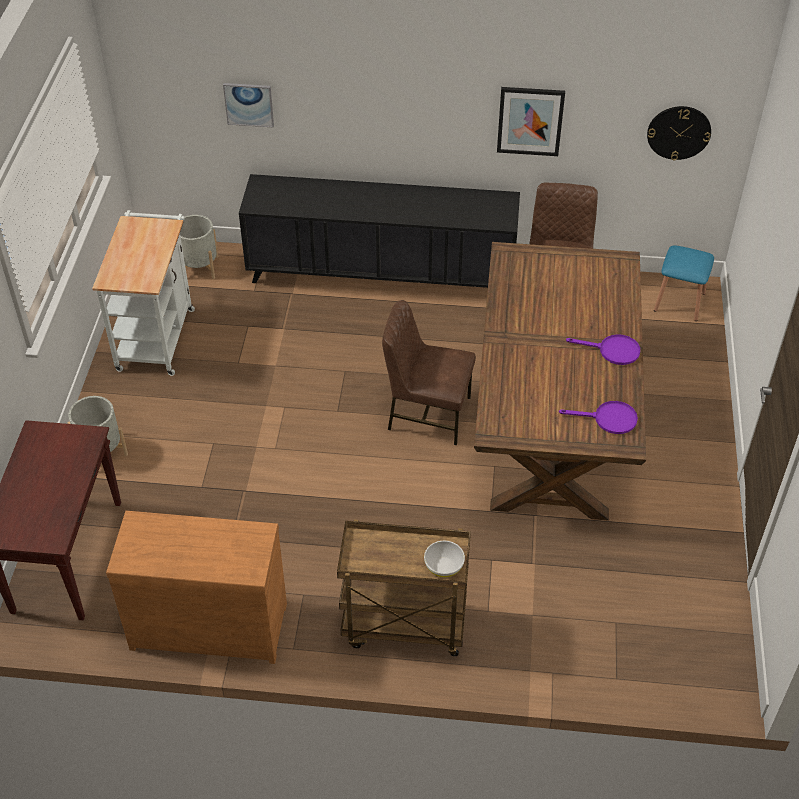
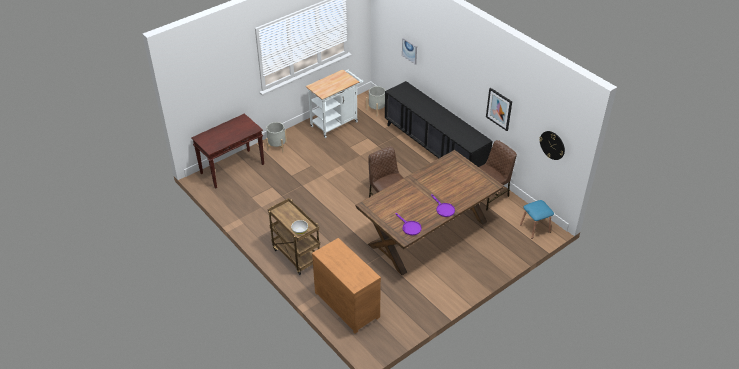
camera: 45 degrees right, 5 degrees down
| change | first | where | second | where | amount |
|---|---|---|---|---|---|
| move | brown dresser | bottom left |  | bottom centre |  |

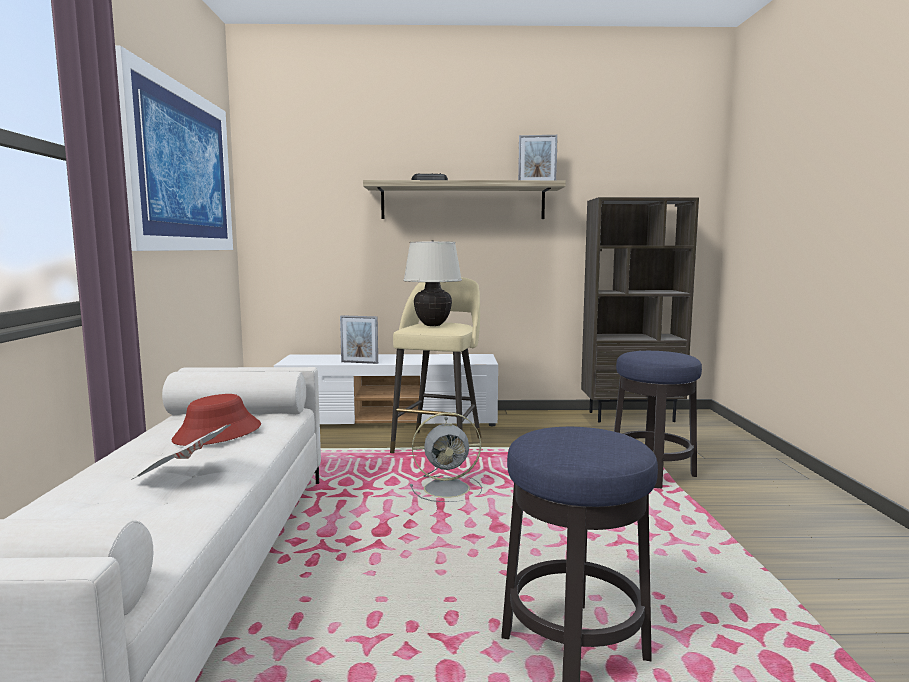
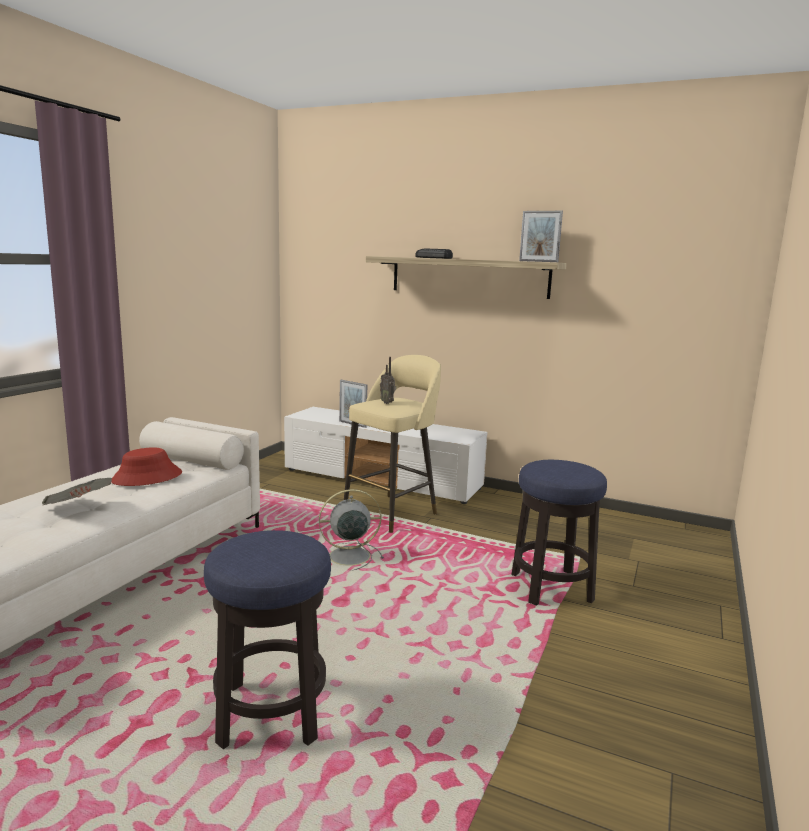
camera: 25 degrees right, 5 degrees up
| change | first | where | second | where | amount |
|---|---|---|---|---|---|
| rotate | grey fan | bottom centre |  | centre | 150 degrees clockwise |
| replace | beige table lamp | centre | radio (1st from left) | centre |  |
| delete | picture | top left |  |  |  |
| delete | brown bookcase | middle right |  |  |  |

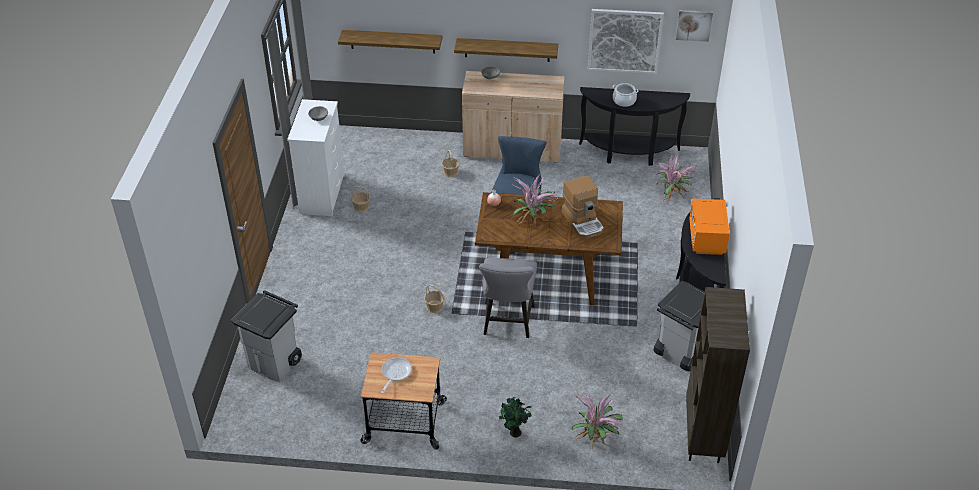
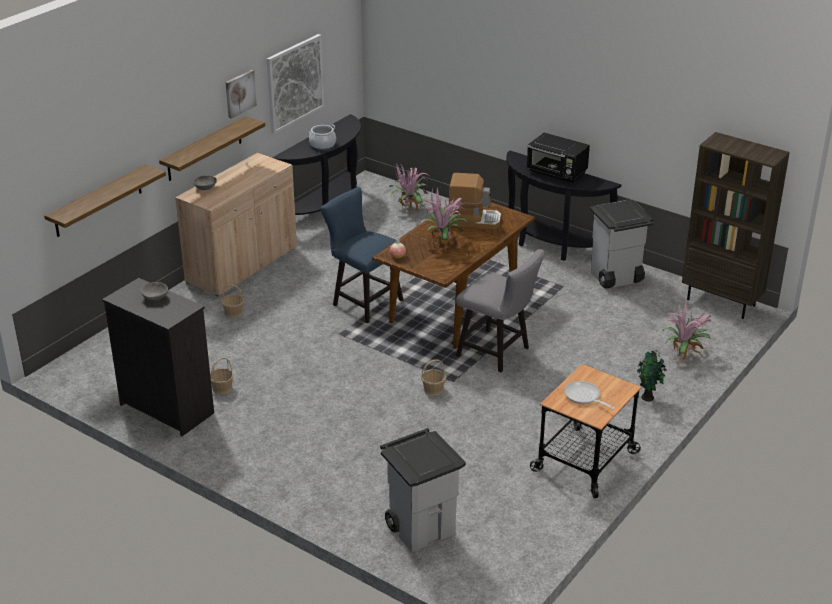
camera: 60 degrees left, 10 degrees down
| change | first | where | second | where | amount |
|---|---|---|---|---|---|
| recolor | white dresser | top left | black dresser | middle left |  |
| move | picture (2nd from left in the first image) | top right | picture (1st from left) | top left |  |
| recolor | orange microwave | middle right | black microwave | top right |  |

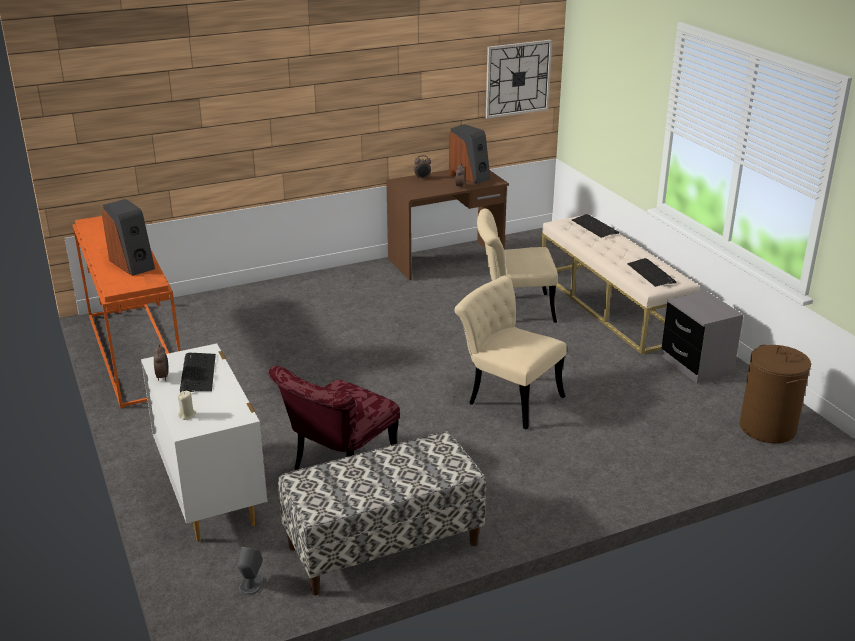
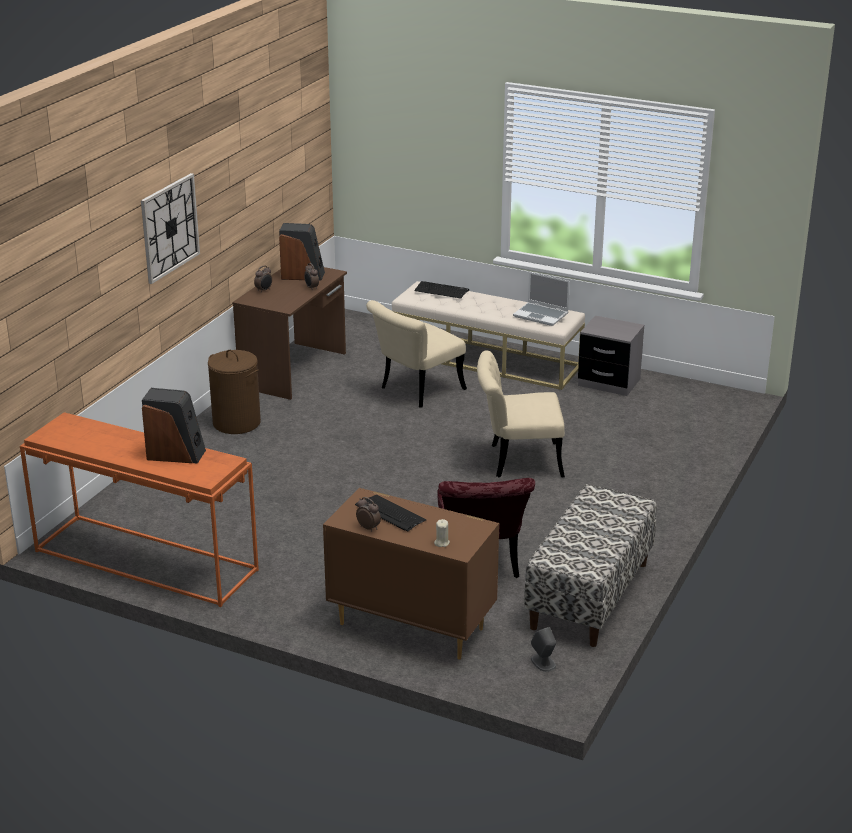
camera: 40 degrees left, 0 degrees up
| change | first | where | second | where | amount |
|---|---|---|---|---|---|
| move | wall clock | top centre |  | top left |  |
| move | brown laundry basket | middle right |  | middle left |  |
| recolor | white dresser | bottom left | brown dresser | bottom centre |  |
| replace | keyboard (3rd from left) | middle right | laptop | centre |  |

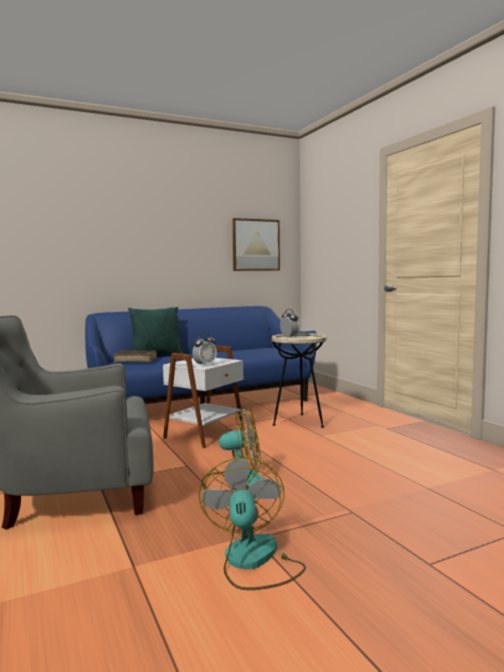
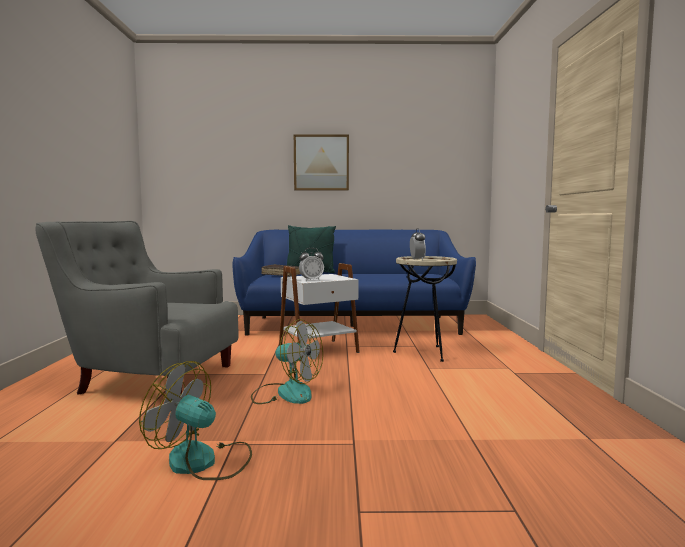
camera: 25 degrees right, 0 degrees up
| change | first | where | second | where | amount |
|---|---|---|---|---|---|
| rotate | fan (2nd from left in the first image) | bottom centre | fan (1st from left) | bottom left | 90 degrees counterclockwise |
| move | picture | centre |  | top centre |  |

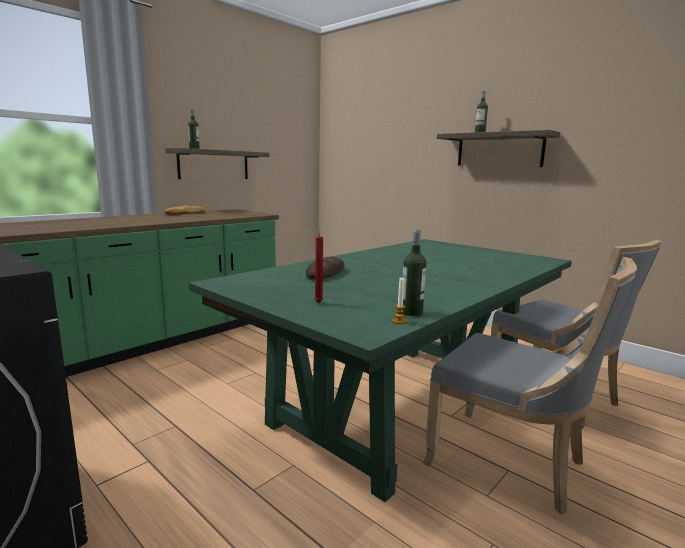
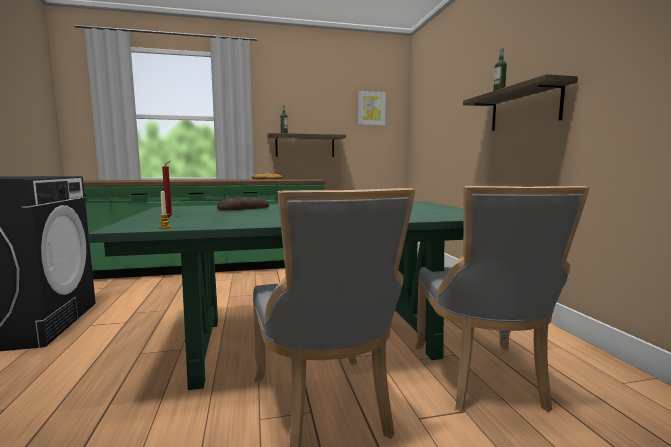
camera: 35 degrees right, 5 degrees down
| change | first | where | second | where | amount |
|---|---|---|---|---|---|
| insert |  |  | picture | top centre |  |
| delete | bottle (2nd from left) | centre |  |  |  |

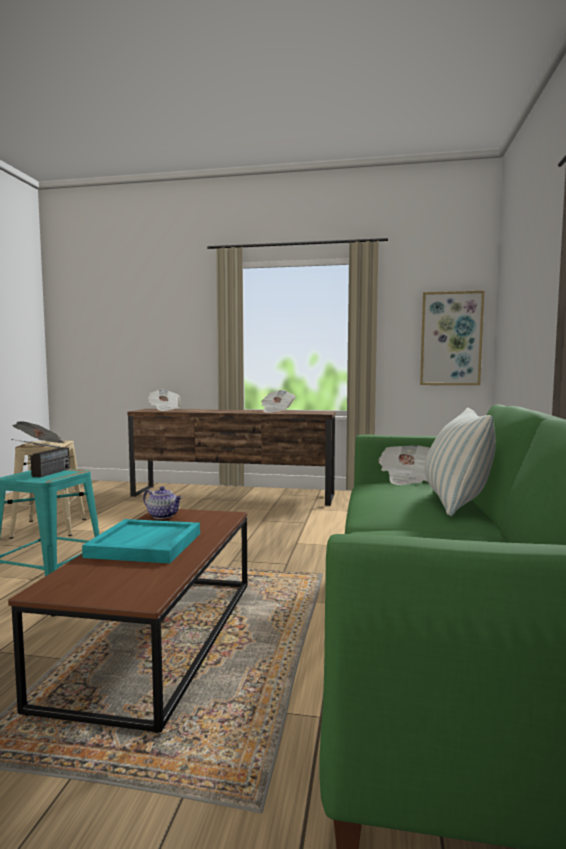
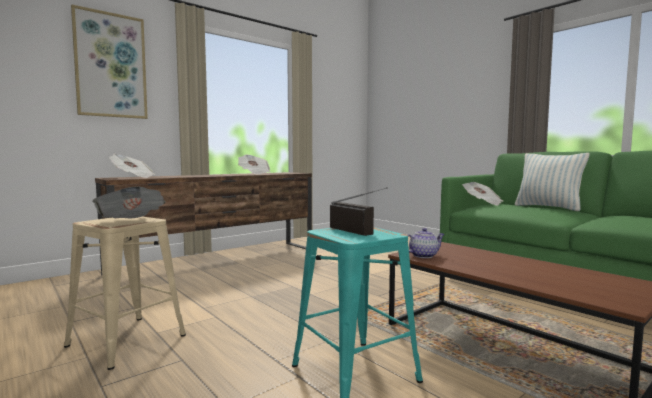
camera: 50 degrees left, 0 degrees up
| change | first | where | second | where | amount |
|---|---|---|---|---|---|
| move | picture | middle right |  | top left |  |
| delete | turquoise tray | middle left |  |  |  |

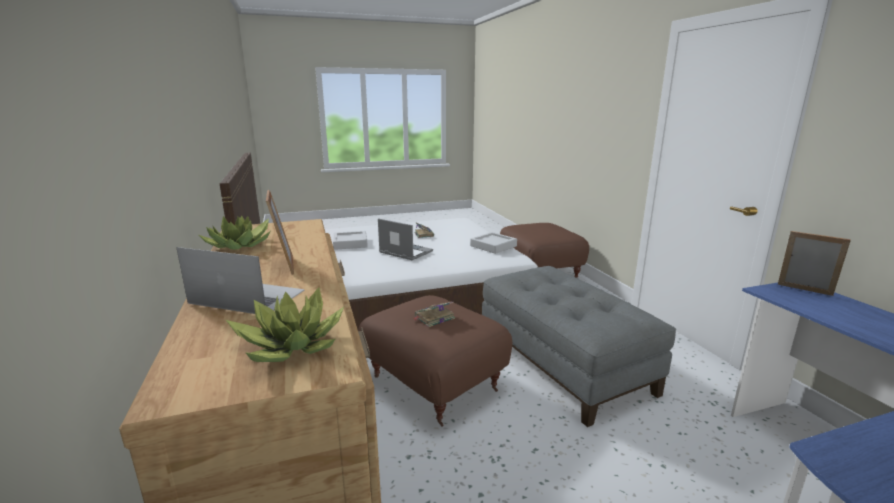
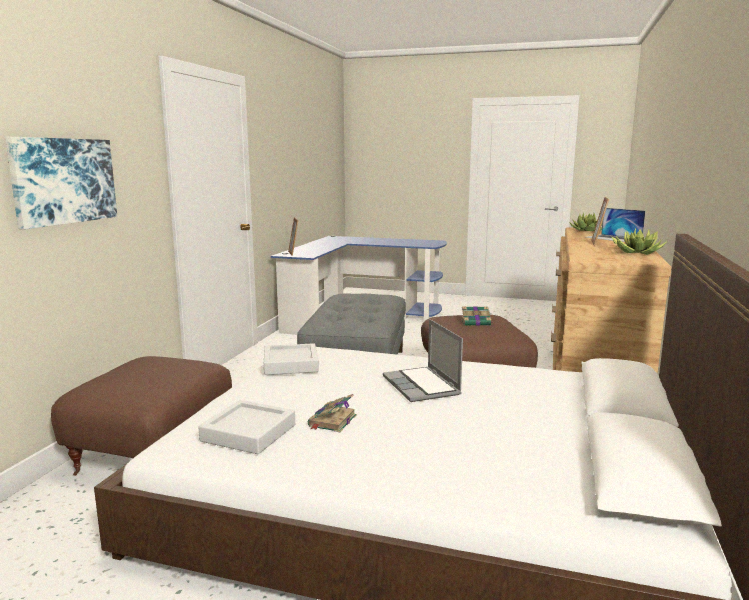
camera: 145 degrees left, 5 degrees down
| change | first | where | second | where | amount |
|---|---|---|---|---|---|
| insert |  |  | picture | top left |  |
| move | grey tray (1st from left) | centre |  | bottom left |  |

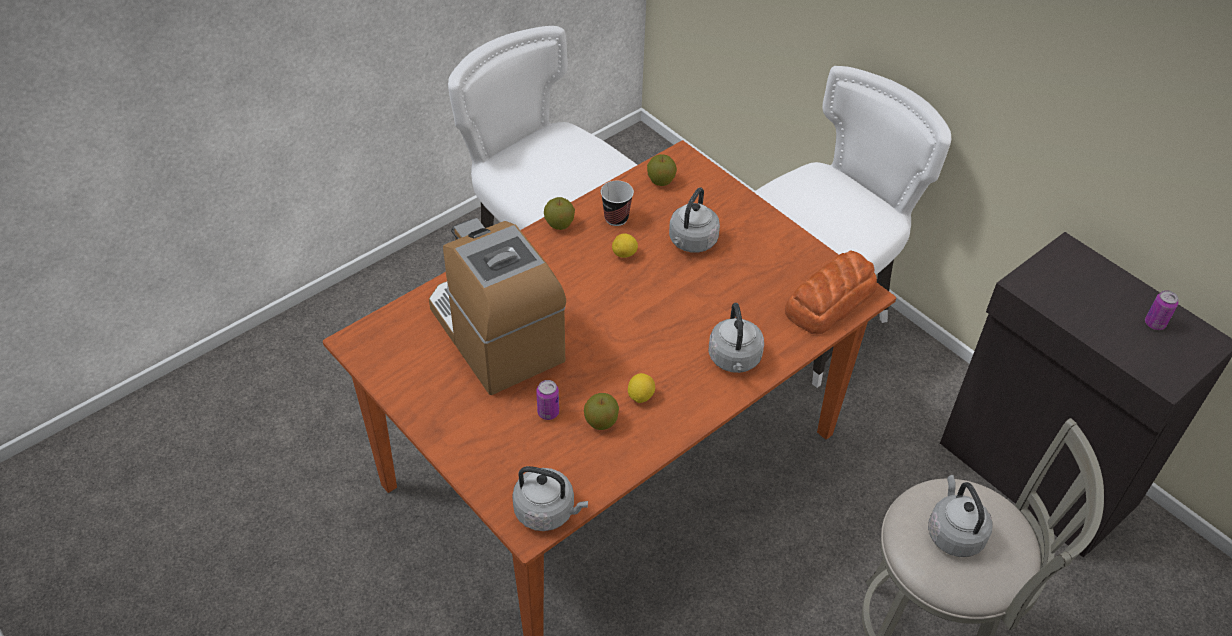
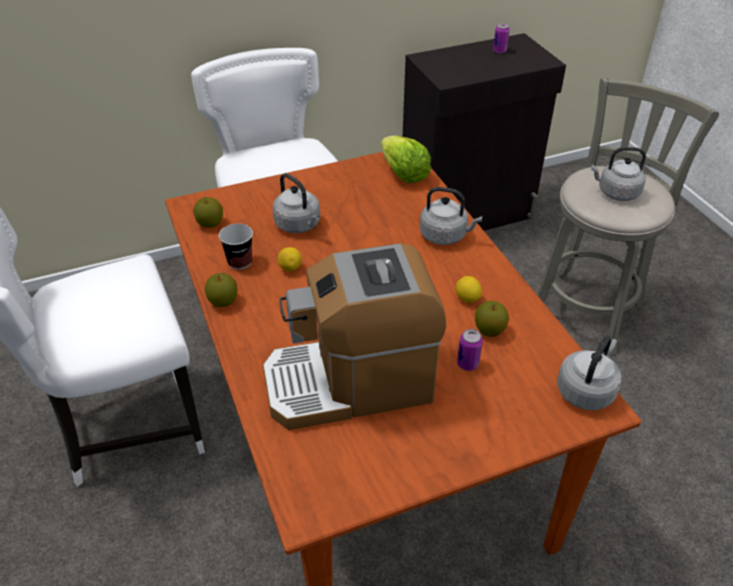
camera: 70 degrees left, 5 degrees down
| change | first | where | second | where | amount |
|---|---|---|---|---|---|
| replace | bread | middle right | lettuce | top centre |  |

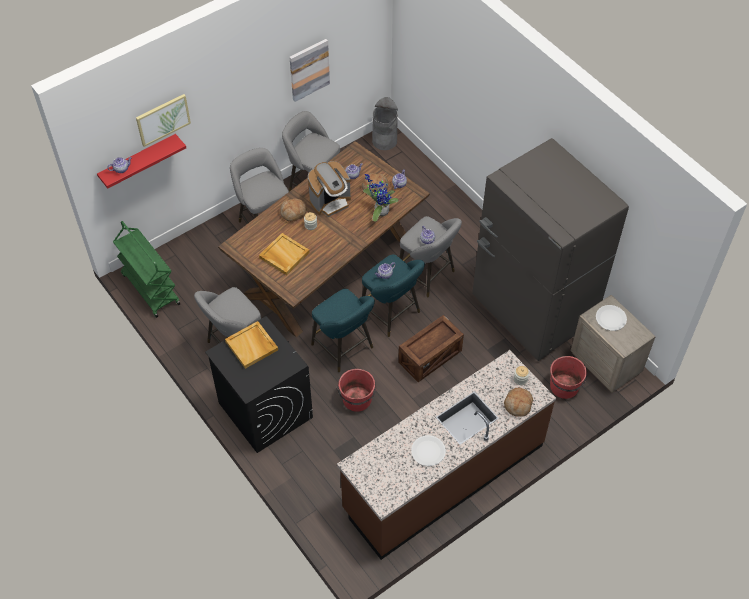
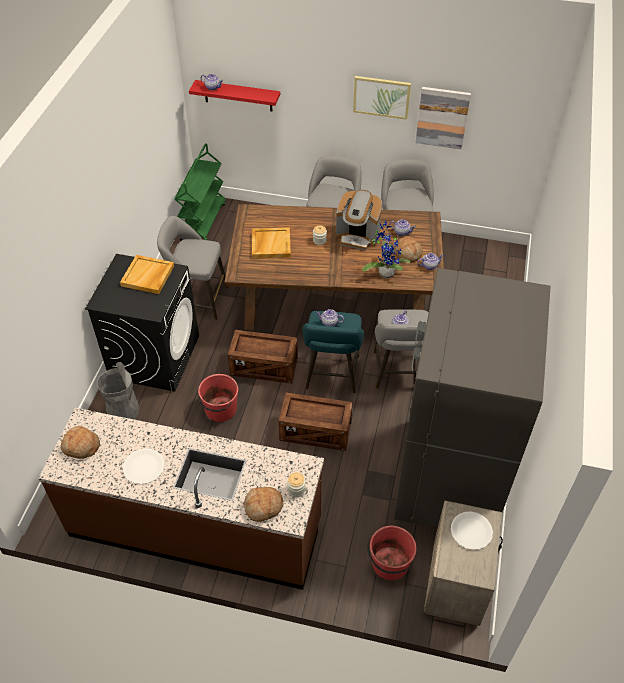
camera: 50 degrees right, 5 degrees down
| change | first | where | second | where | amount |
|---|---|---|---|---|---|
| move | bread (1st from left) | centre |  | middle left |  |
| move | grey trash can | top centre |  | middle left |  |
| replace | turquoise stool (1st from left) | centre | crate (1st from left) | centre |  |
| move | picture (1st from left) | top left |  | top centre |  |

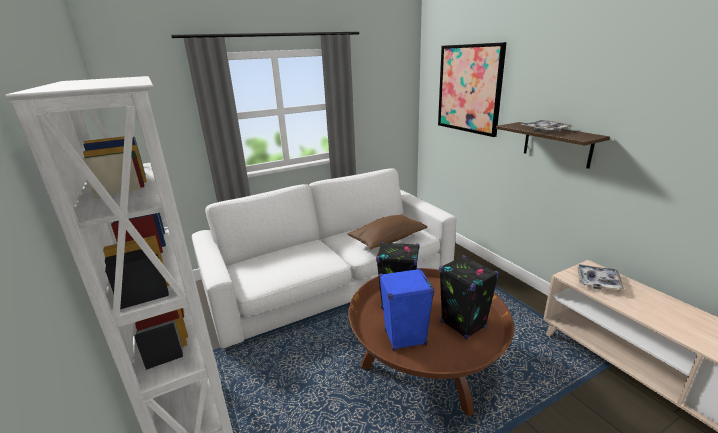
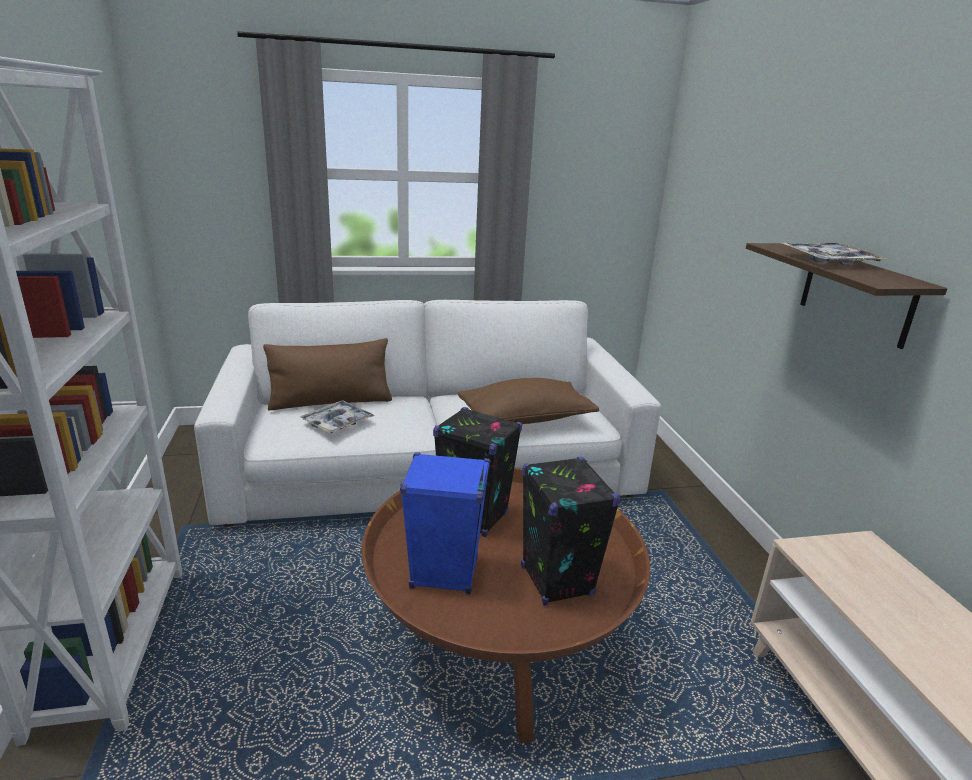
camera: 15 degrees right, 0 degrees up
| change | first | where | second | where | amount |
|---|---|---|---|---|---|
| insert |  |  | brown pillow (1st from left) | centre |  |
| move | tray (2nd from left in the first image) | middle right | tray (1st from left) | centre |  |
| delete | picture | top centre |  |  |  |

